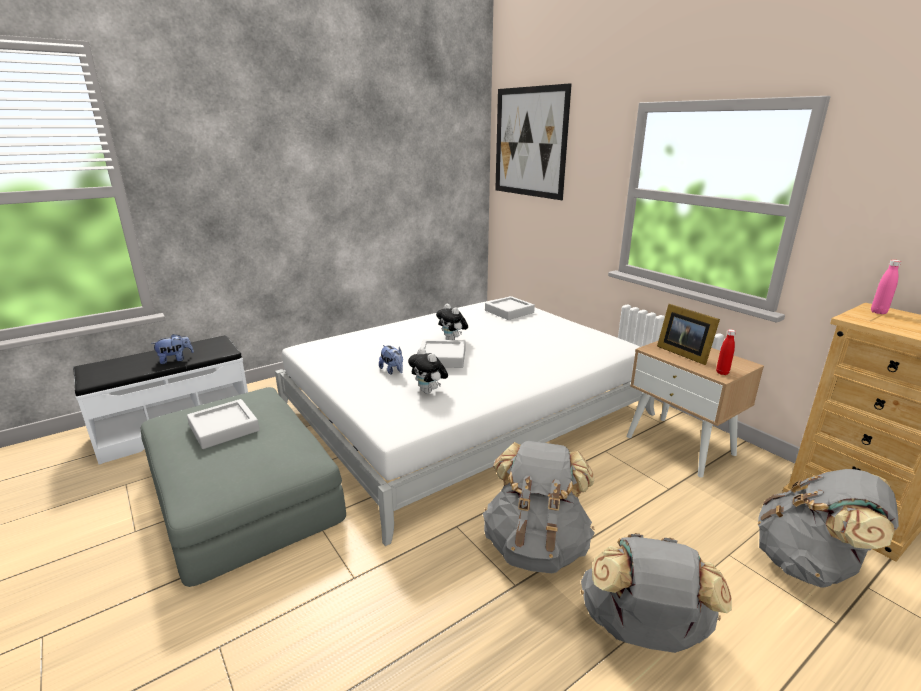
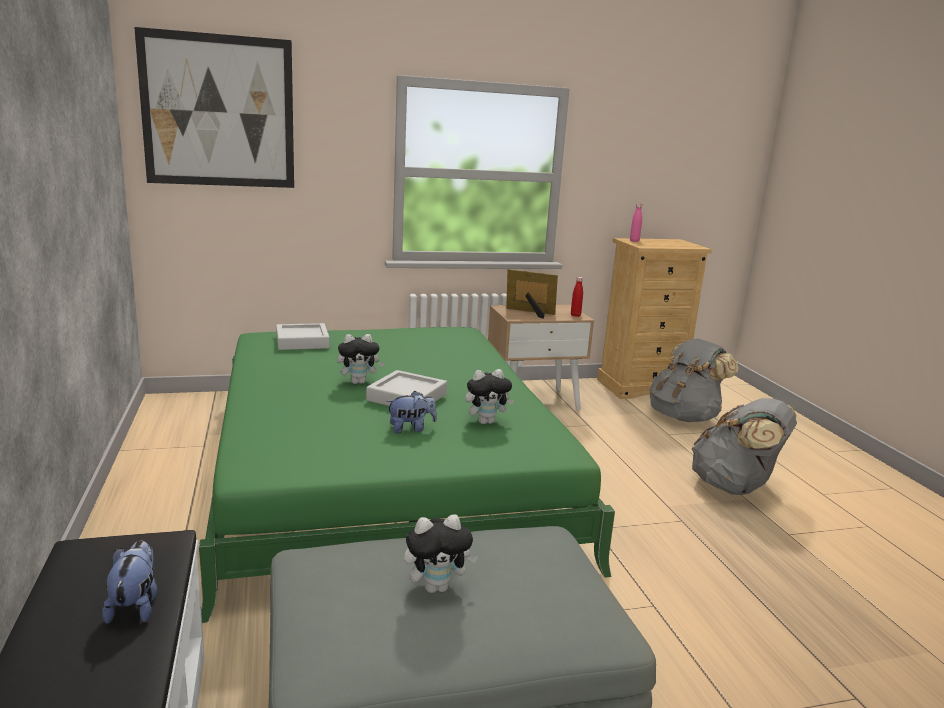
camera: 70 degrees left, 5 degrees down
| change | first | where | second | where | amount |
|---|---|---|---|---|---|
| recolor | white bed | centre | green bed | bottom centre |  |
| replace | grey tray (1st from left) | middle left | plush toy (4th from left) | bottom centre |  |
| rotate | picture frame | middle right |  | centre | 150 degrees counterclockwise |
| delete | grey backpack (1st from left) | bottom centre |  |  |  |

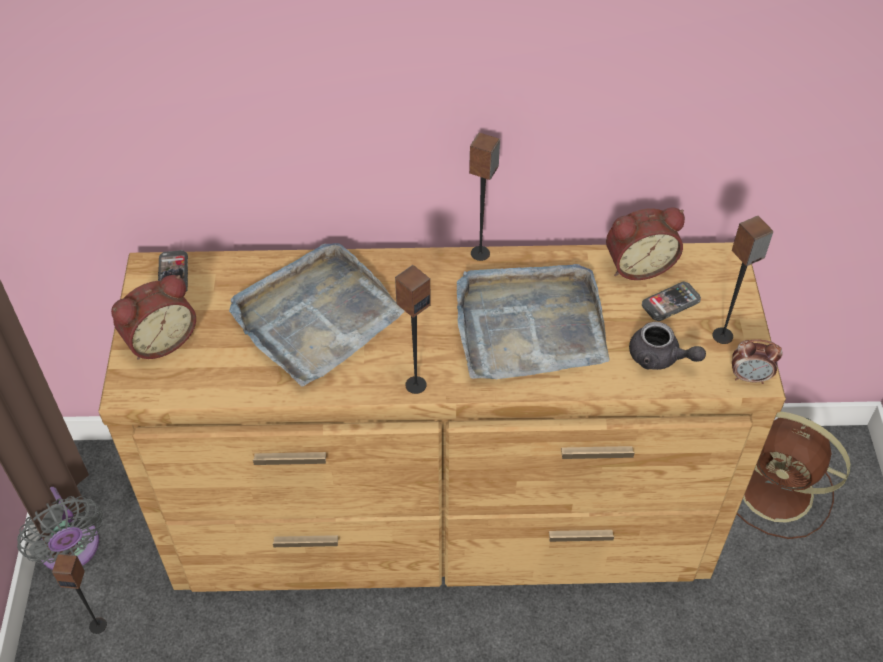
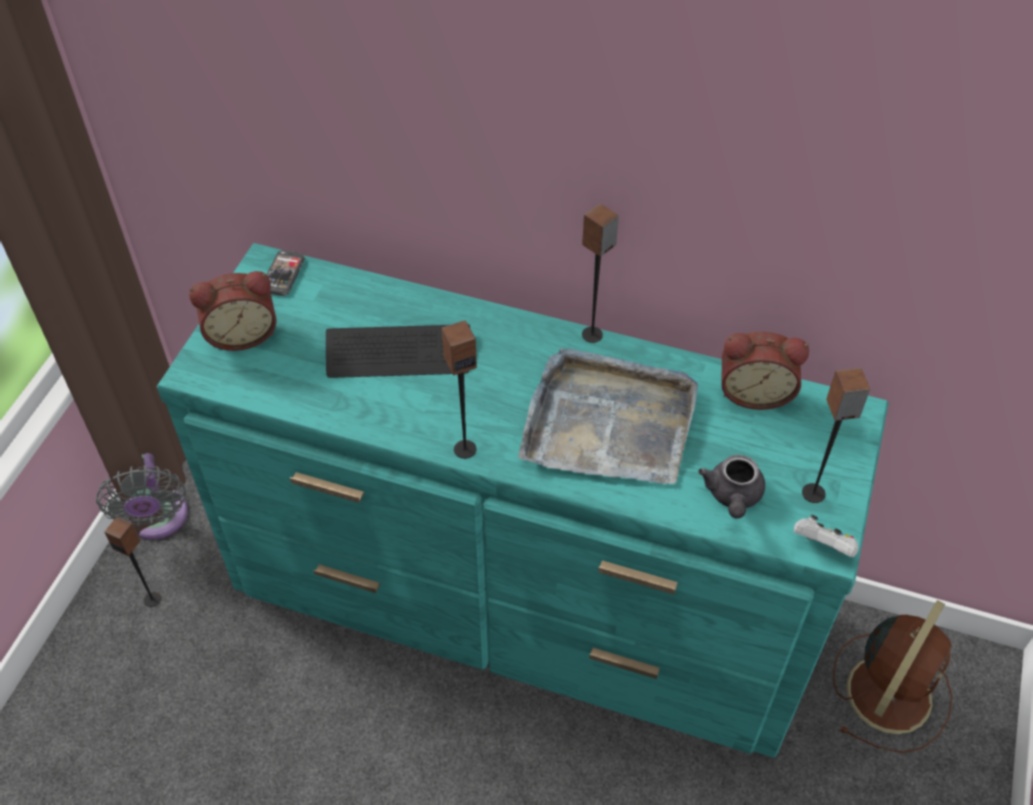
camera: 20 degrees right, 0 degrees up
| change | first | where | second | where | amount |
|---|---|---|---|---|---|
| recolor | brown dresser | centre | turquoise dresser | centre |  |
| replace | grey tray (1st from left) | centre | keyboard | centre |  |
| rotate | grey teapot | middle right |  | middle right | 45 degrees clockwise |
| replace | alarm clock (3rd from left) | middle right | white game controller | middle right |  |
| rotate | brown fan | bottom right |  | bottom right | 105 degrees counterclockwise |
| delete | phone (2nd from left) | middle right |  |  |  |

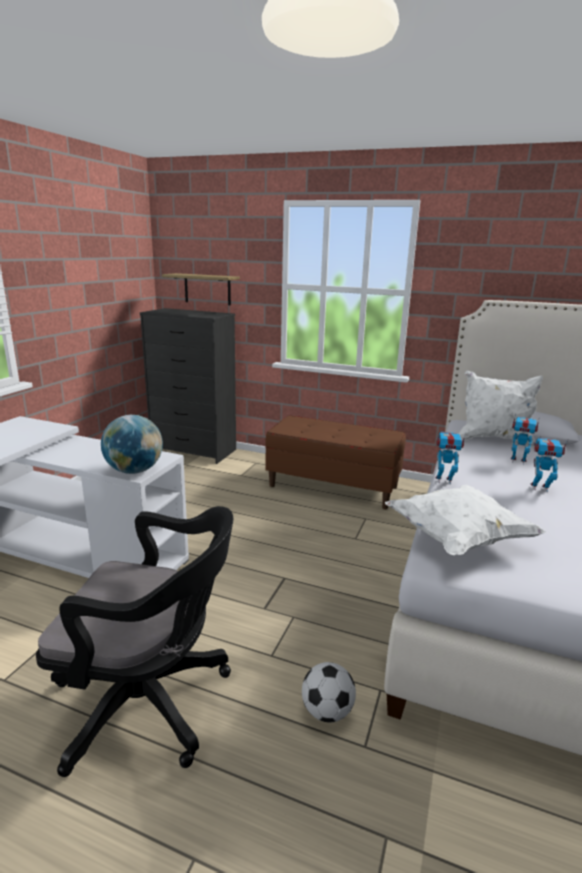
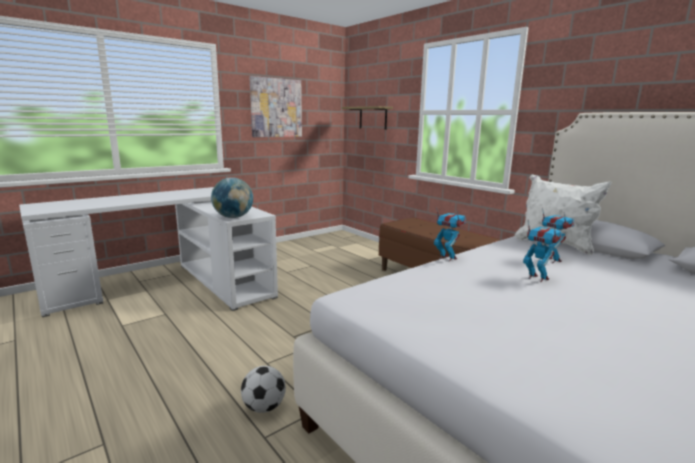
camera: 30 degrees right, 5 degrees down
| change | first | where | second | where | amount |
|---|---|---|---|---|---|
| insert |  |  | picture | top centre |  |
| delete | black office chair | bottom left |  |  |  |
| delete | black dresser | middle left |  |  |  |
| delete | white pillow (1st from left) | middle right |  |  |  |

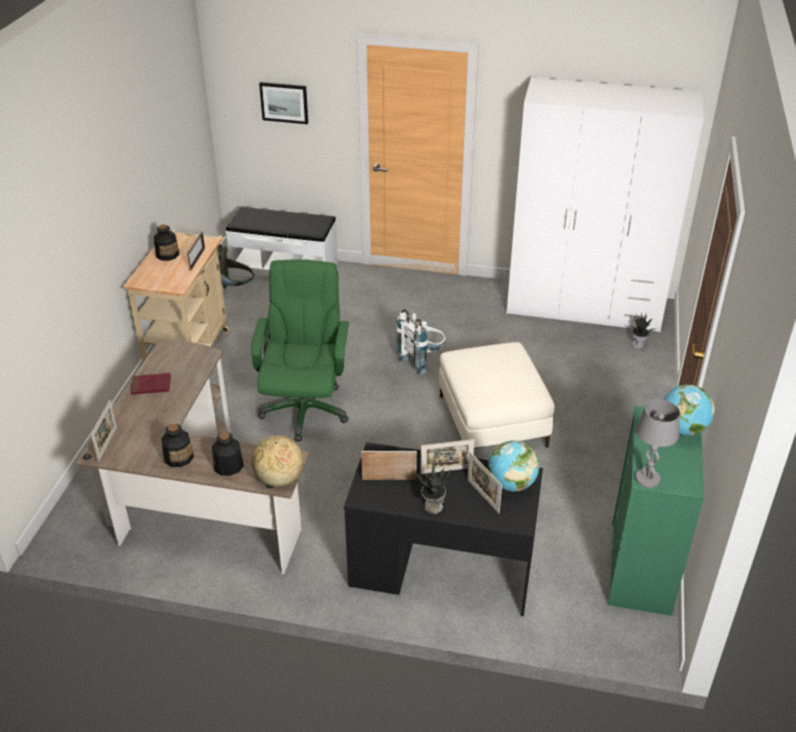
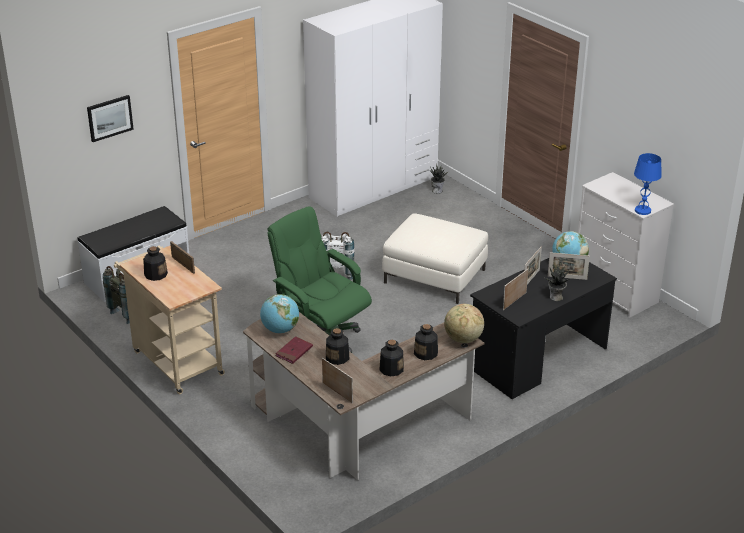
camera: 50 degrees left, 5 degrees down
| change | first | where | second | where | amount |
|---|---|---|---|---|---|
| move | globe (3rd from left in the first image) | middle right | globe (1st from left) | centre |  |
| insert |  |  | bottle (2nd from left) | centre |  |
| recolor | green dresser | bottom right | white dresser | middle right |  |
| recolor | grey table lamp | middle right | blue table lamp | middle right |  |

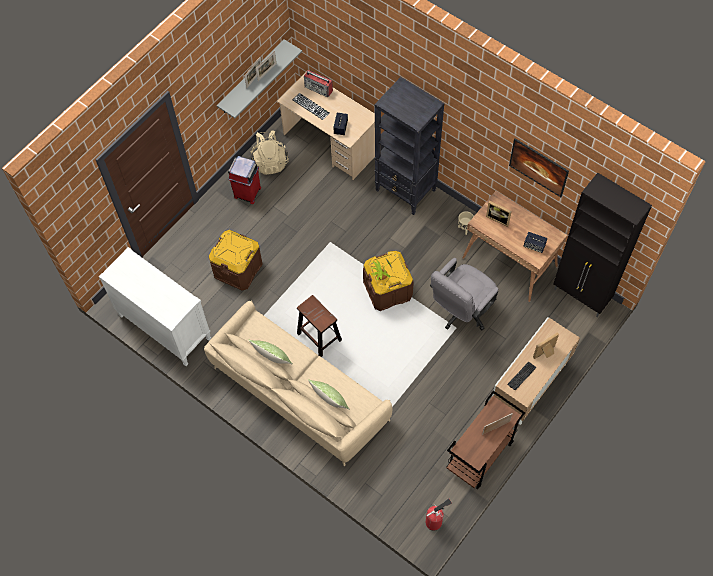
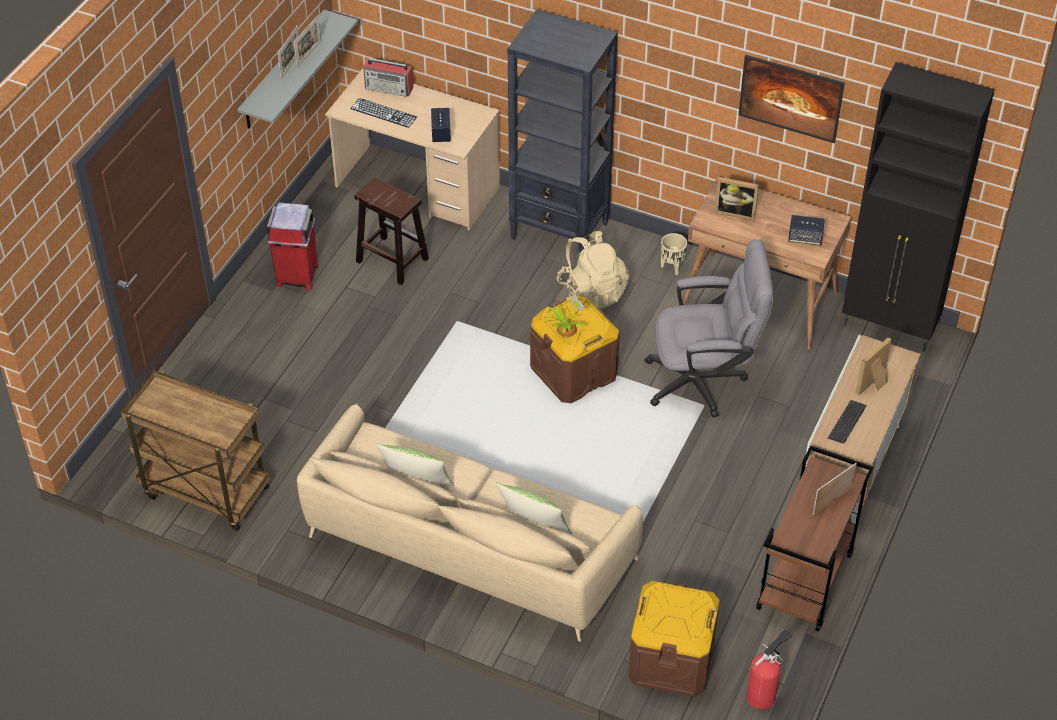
camera: 15 degrees left, 15 degrees down
| change | first | where | second | where | amount |
|---|---|---|---|---|---|
| replace | white dresser | middle left | brown cart (1st from left) | middle left |  |
| move | brown stool | centre |  | top centre |  |
| move | beige backpack | top centre |  | centre |  |
| move | brown storage box (1st from left in the first image) | middle left | brown storage box (2nd from left) | bottom centre |  |
| rotate | grey office chair | centre |  | middle right | 120 degrees counterclockwise |

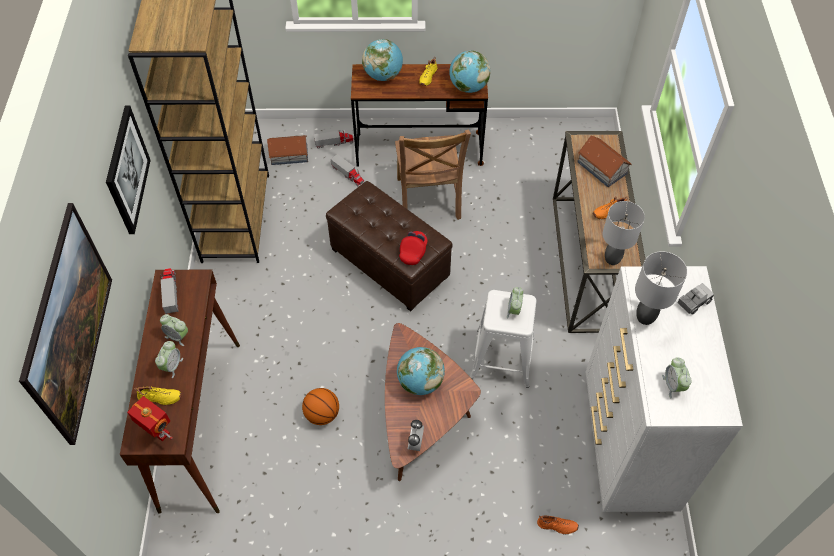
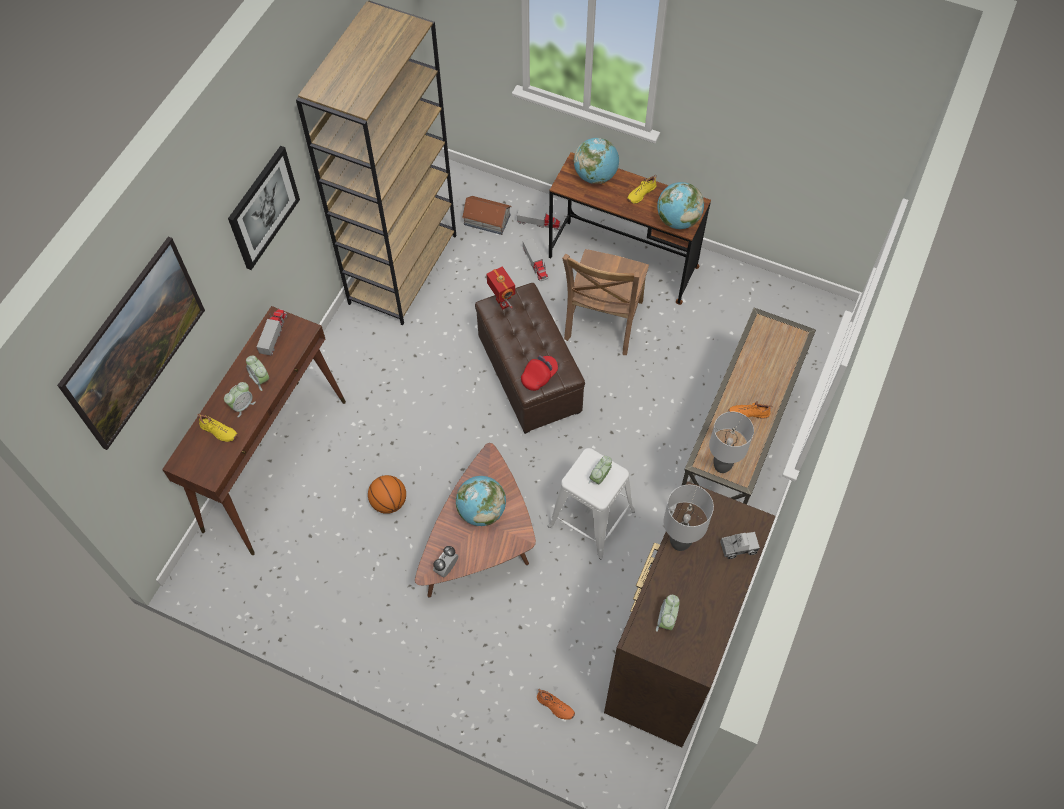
camera: 25 degrees right, 5 degrees up
| change | first | where | second | where | amount |
|---|---|---|---|---|---|
| move | toy robot | bottom left |  | centre |  |
| recolor | white dresser | bottom right | brown dresser | bottom centre |  |
| delete | toy house (2nd from left) | top right |  |  |  |

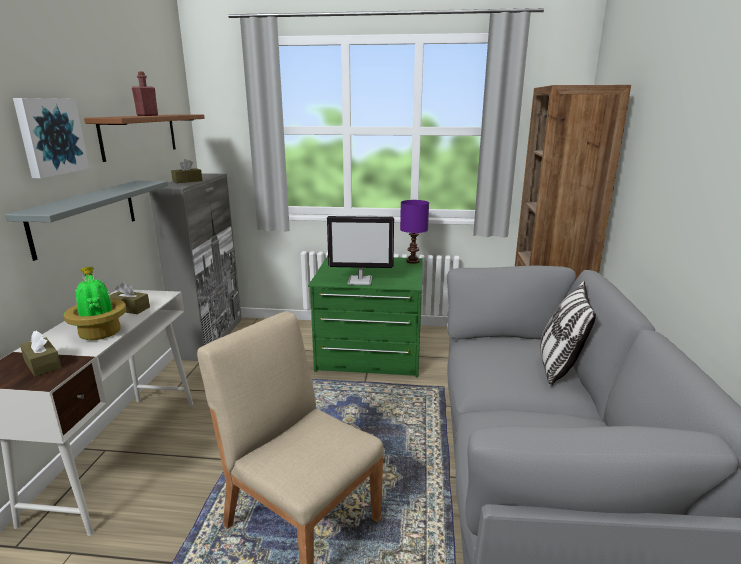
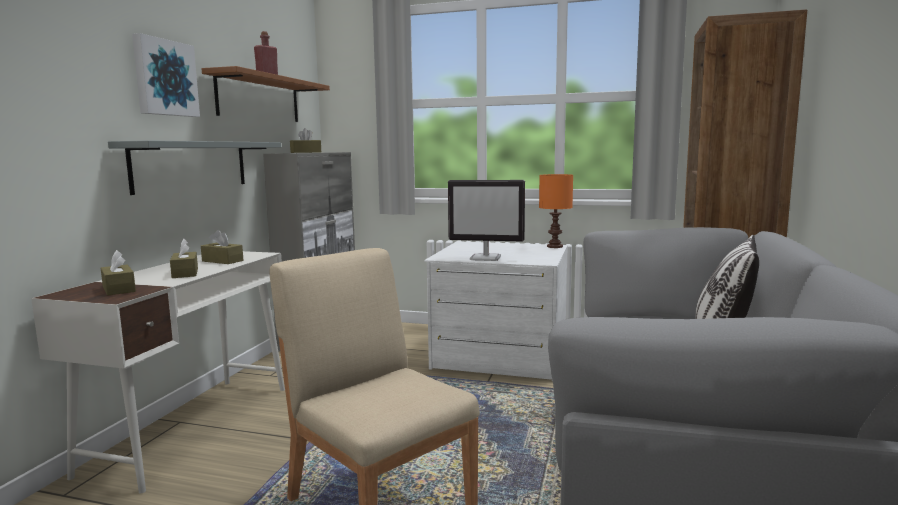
camera: 10 degrees right, 10 degrees down
| change | first | where | second | where | amount |
|---|---|---|---|---|---|
| replace | potted plant | middle left | brown tissue box (2nd from left) | middle left |  |
| recolor | green dresser | centre | white dresser | centre |  |
| recolor | purple table lamp | centre | orange table lamp | centre |  |

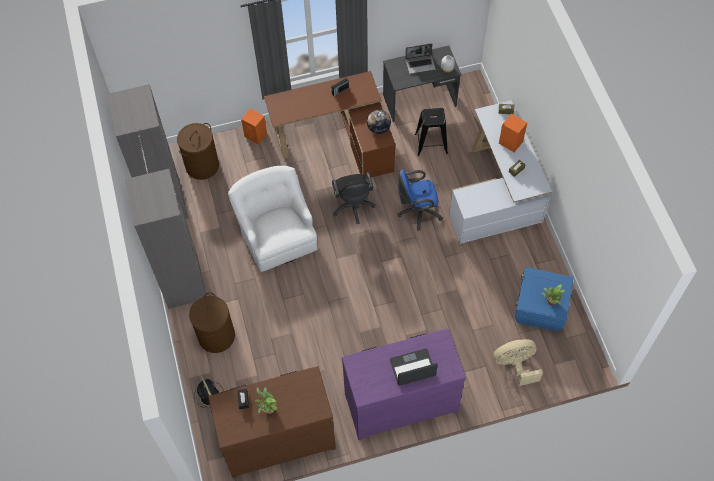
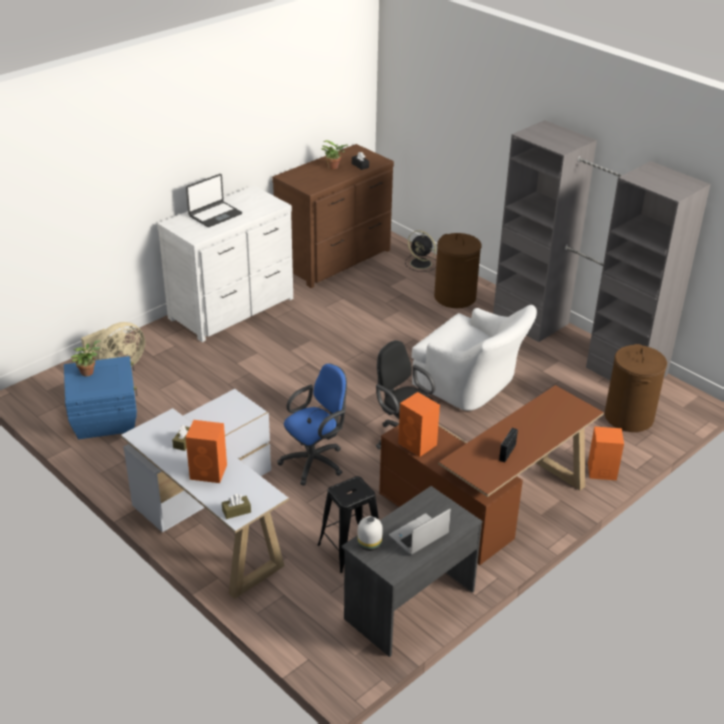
camera: 150 degrees right, 25 degrees down
| change | first | where | second | where | amount |
|---|---|---|---|---|---|
| recolor | purple dresser | bottom centre | white dresser | middle left |  |
| replace | globe | top centre | orange speaker (2nd from left) | centre |  |

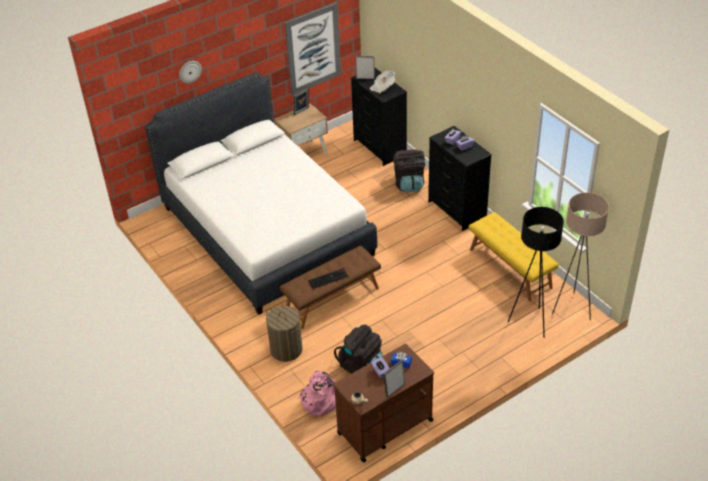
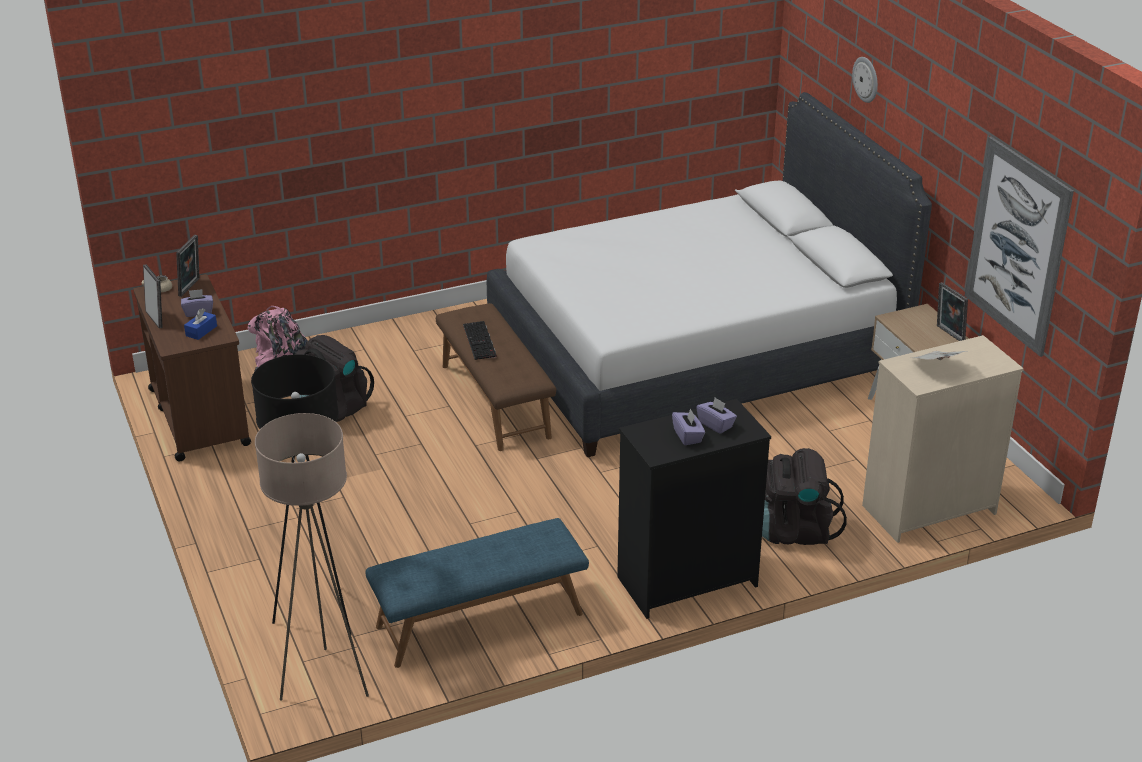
camera: 100 degrees right, 10 degrees down
| change | first | where | second | where | amount |
|---|---|---|---|---|---|
| move | picture frame (2nd from left) | top centre |  | middle left |  |
| recolor | yellow bench | middle right | blue bench | bottom centre |  |
| recolor | black dresser (1st from left) | top centre | beige dresser | middle right |  |
| delete | laundry basket | bottom centre |  |  |  |

